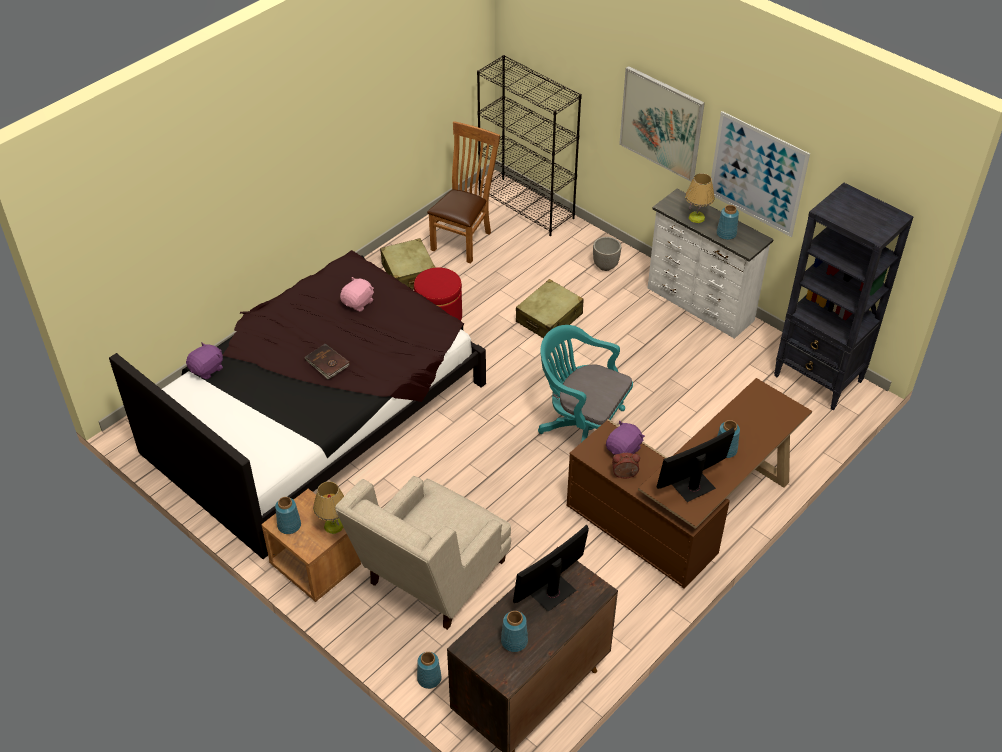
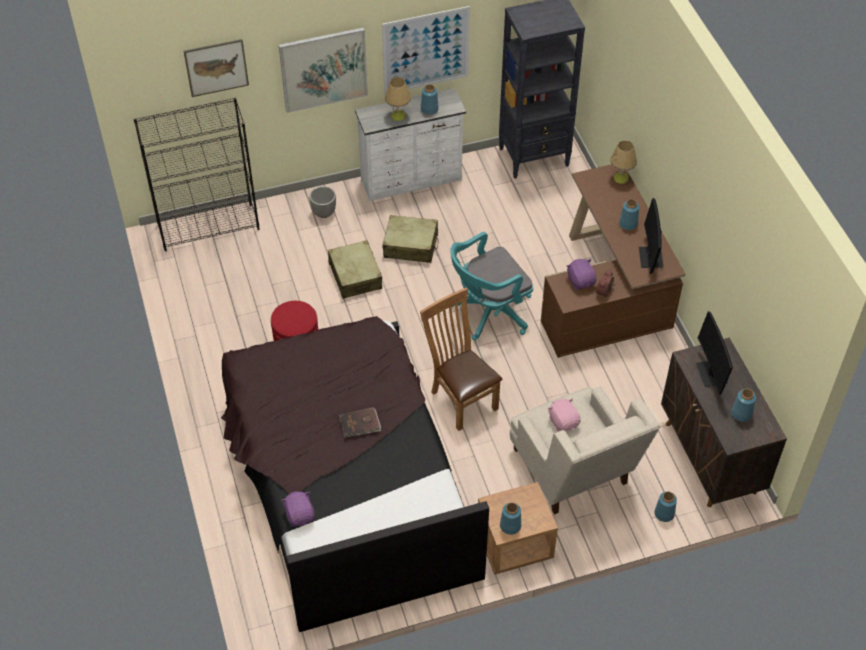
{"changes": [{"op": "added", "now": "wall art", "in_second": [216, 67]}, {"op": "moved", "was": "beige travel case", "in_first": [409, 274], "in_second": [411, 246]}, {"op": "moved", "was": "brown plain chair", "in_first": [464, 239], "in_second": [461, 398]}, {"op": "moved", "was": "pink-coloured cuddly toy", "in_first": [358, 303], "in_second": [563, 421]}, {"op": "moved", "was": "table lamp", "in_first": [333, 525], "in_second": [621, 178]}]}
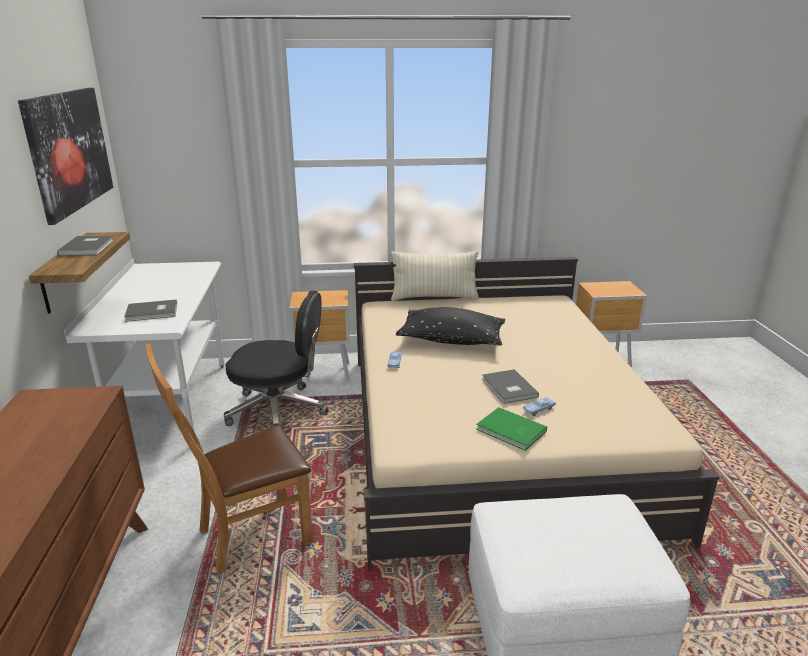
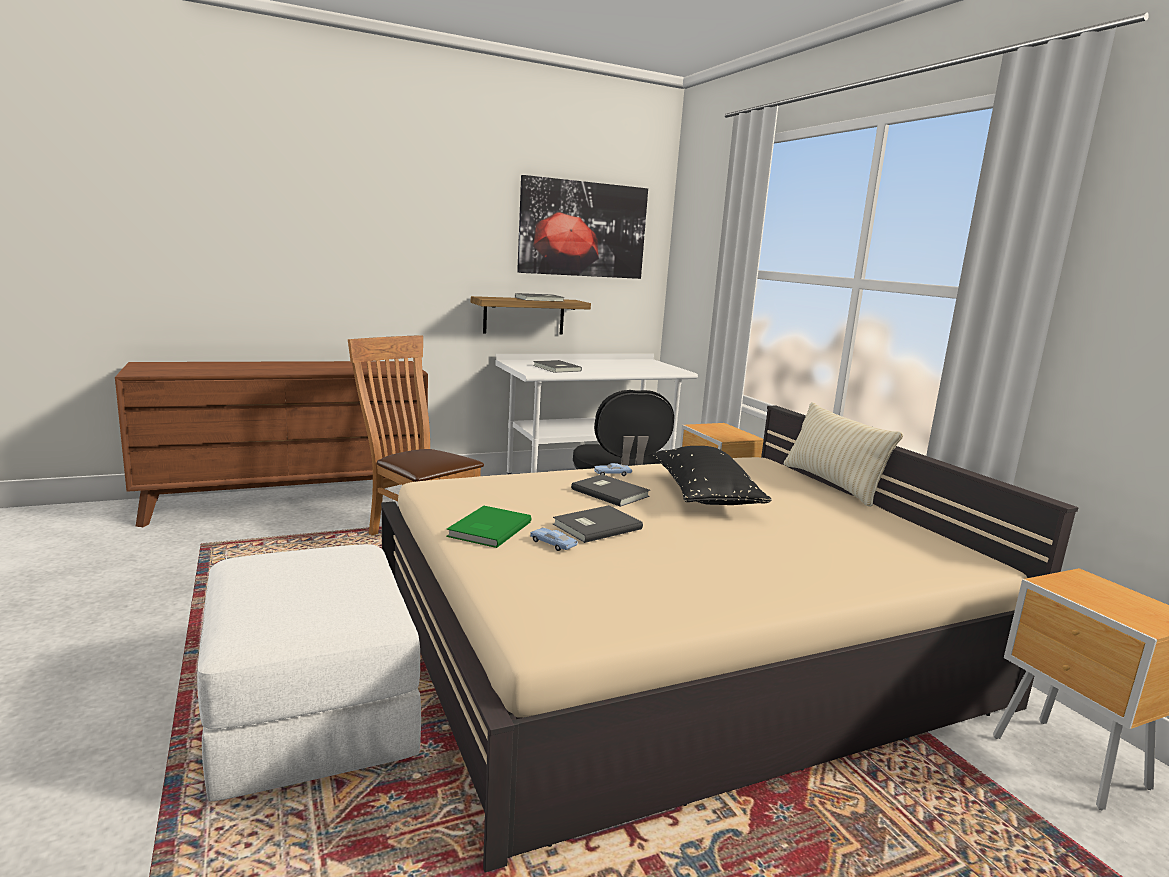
{"changes": [{"op": "added", "now": "gray volume", "in_second": [610, 492]}]}
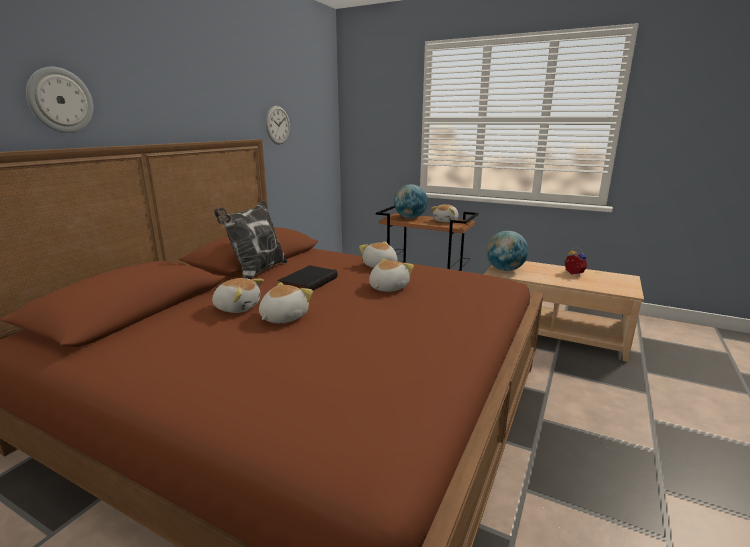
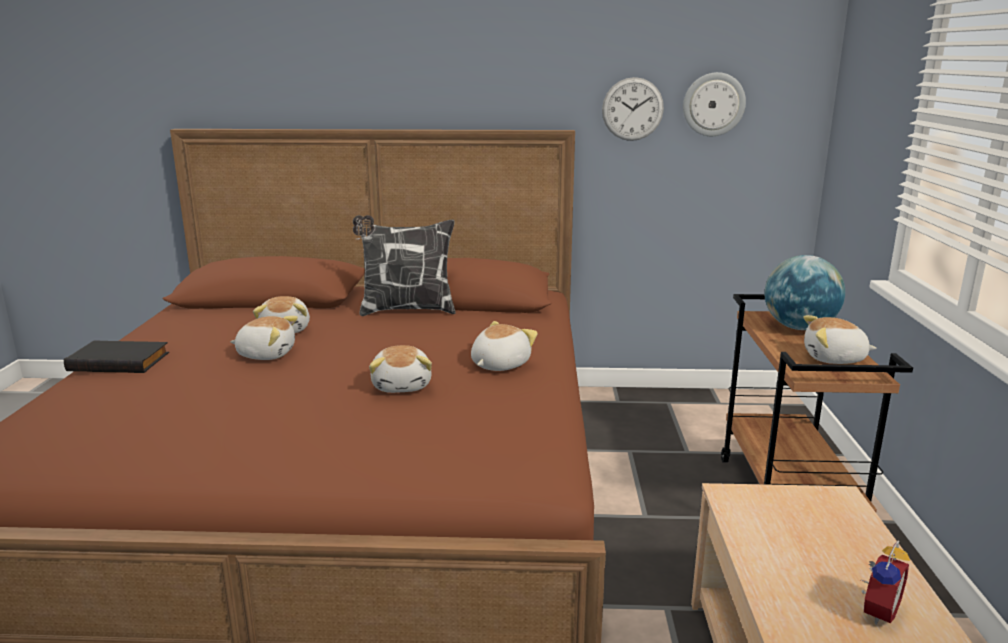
{"changes": [{"op": "moved", "was": "blackish volume", "in_first": [307, 282], "in_second": [120, 361]}, {"op": "turned", "was": "cuddly toy", "in_first": [387, 288], "in_second": [403, 385], "clockwise": 75}, {"op": "moved", "was": "wall clock", "in_first": [60, 100], "in_second": [713, 104]}, {"op": "removed", "was": "globe", "in_first": [504, 270]}]}
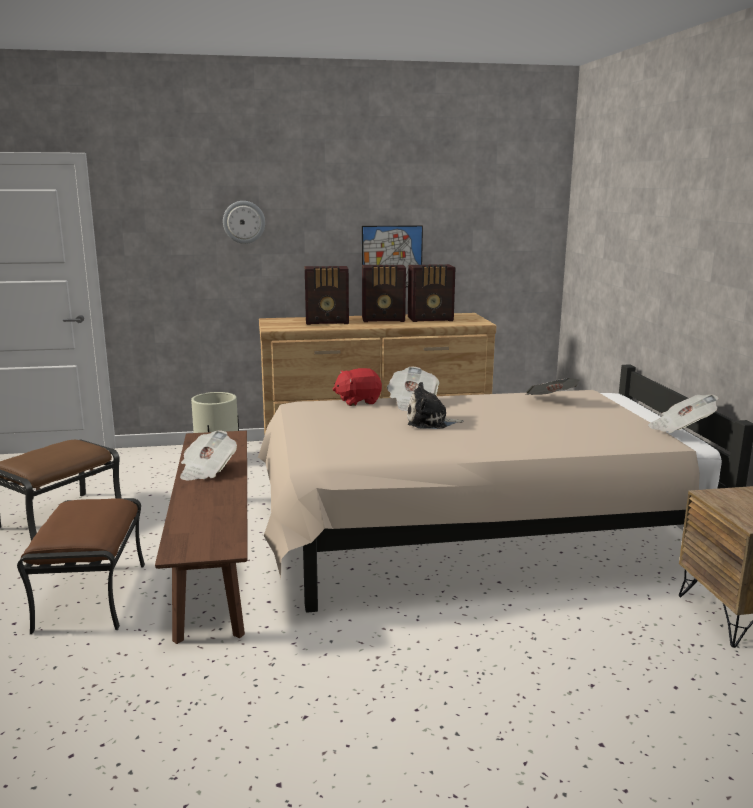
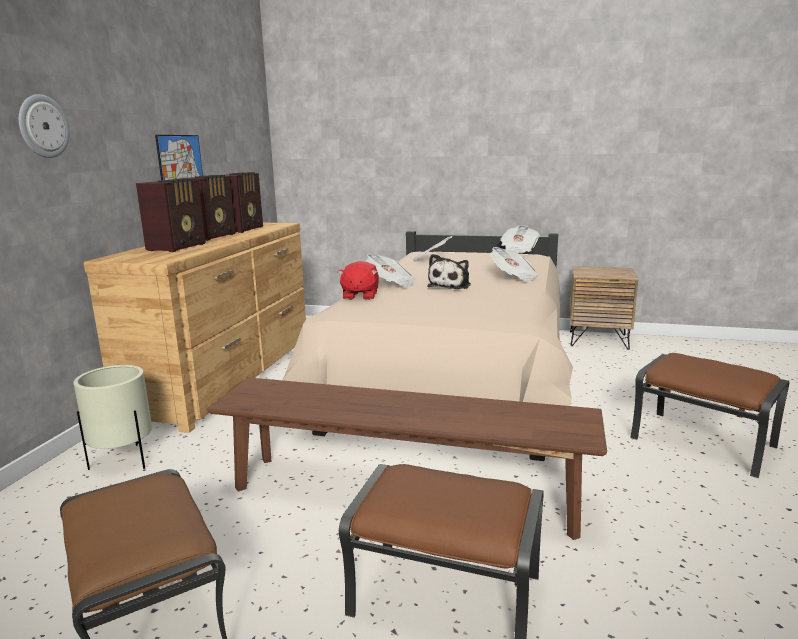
{"changes": [{"op": "moved", "was": "daily paper", "in_first": [207, 471], "in_second": [514, 277]}, {"op": "added", "now": "brown ottoman", "in_second": [703, 442]}]}
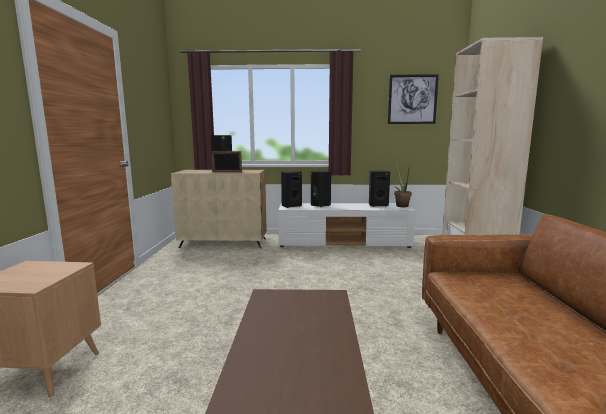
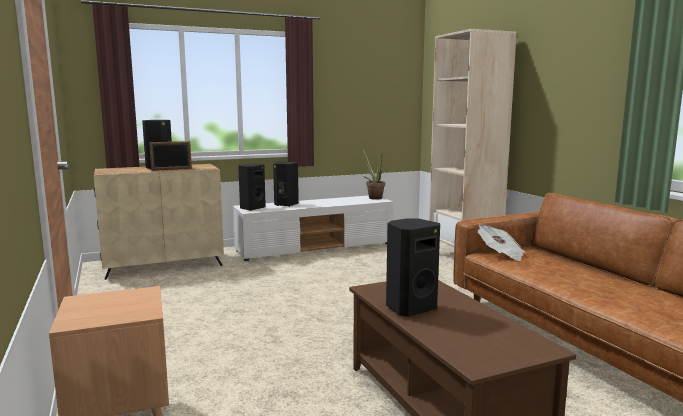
{"changes": [{"op": "moved", "was": "blackish loudspeaker", "in_first": [377, 205], "in_second": [410, 308]}, {"op": "added", "now": "daily paper", "in_second": [500, 254]}, {"op": "removed", "was": "wall art", "in_first": [412, 99]}]}
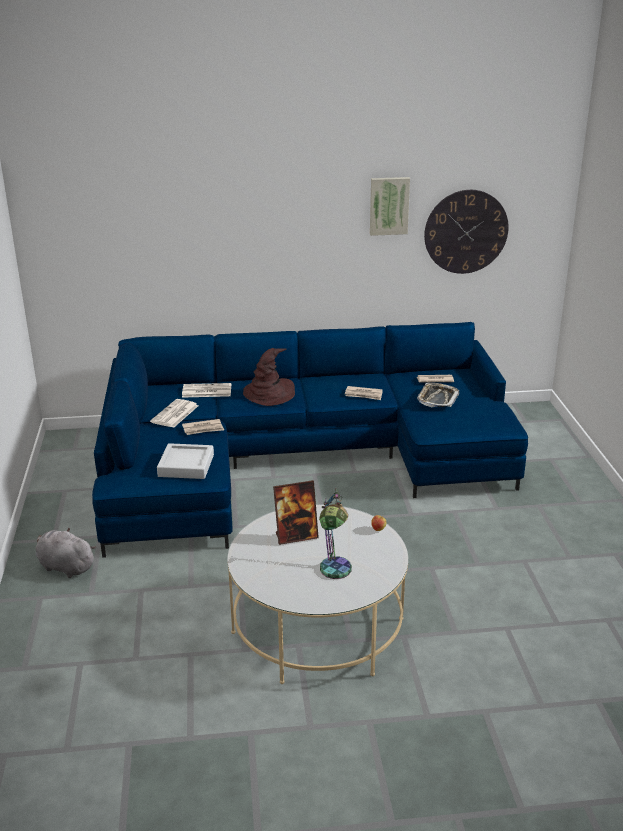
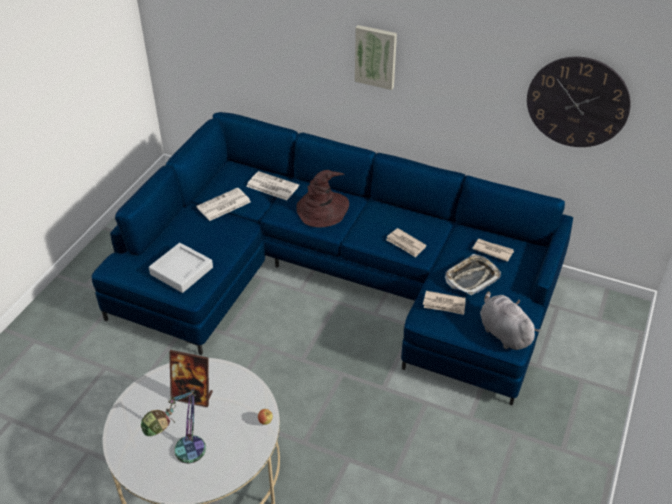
{"changes": [{"op": "moved", "was": "wall art", "in_first": [389, 205], "in_second": [376, 56]}, {"op": "moved", "was": "daily paper", "in_first": [203, 429], "in_second": [444, 304]}, {"op": "moved", "was": "gray cuddly toy", "in_first": [65, 567], "in_second": [503, 333]}]}
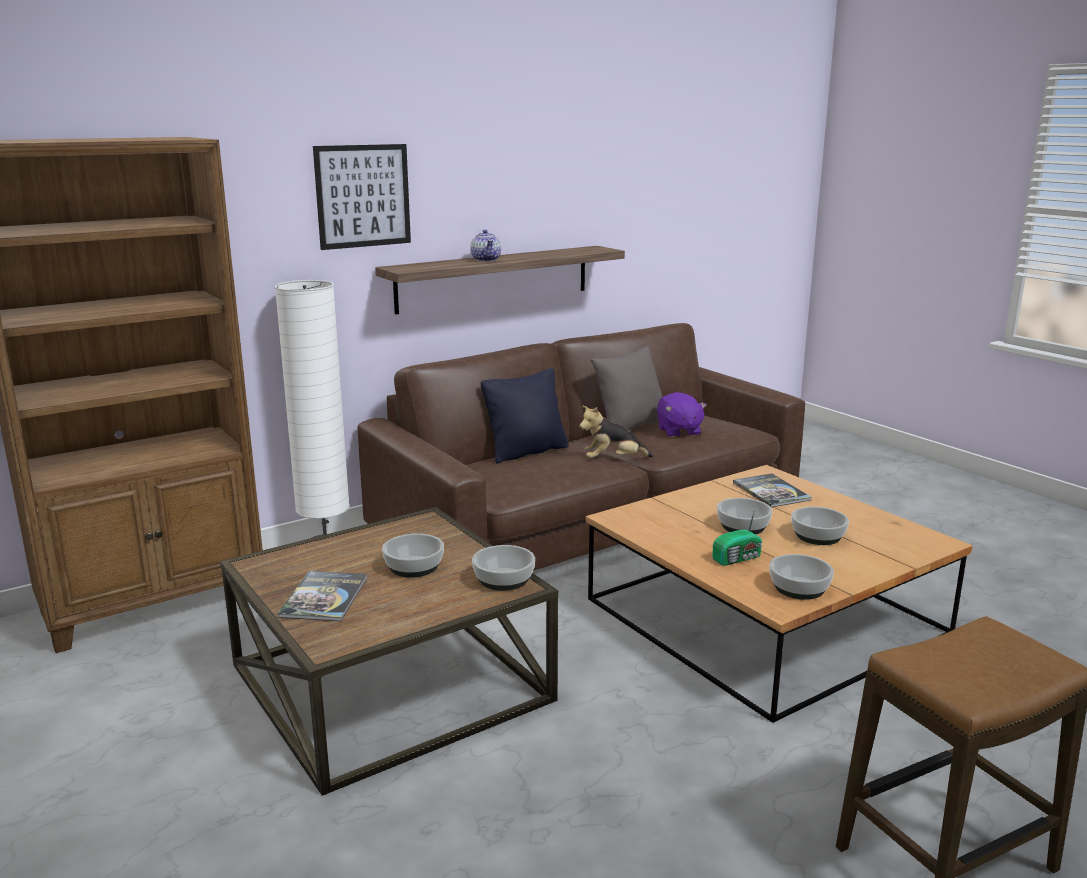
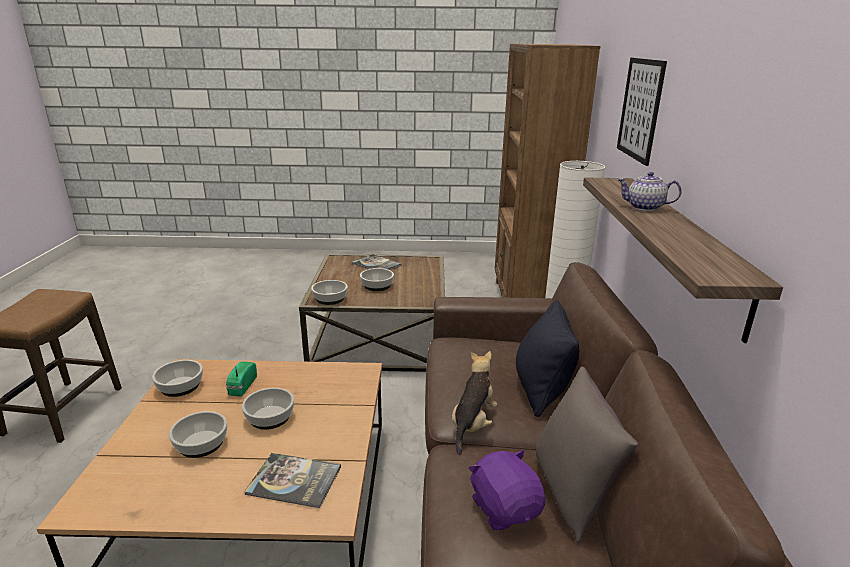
{"changes": [{"op": "turned", "was": "purple cuddly toy", "in_first": [678, 431], "in_second": [505, 508], "clockwise": 45}]}
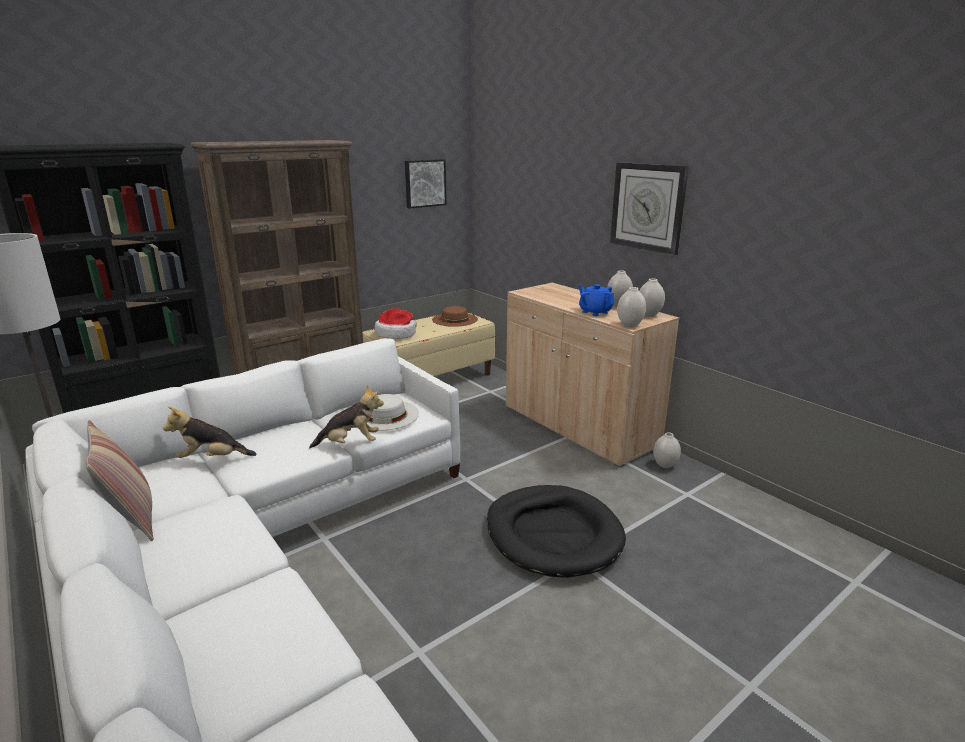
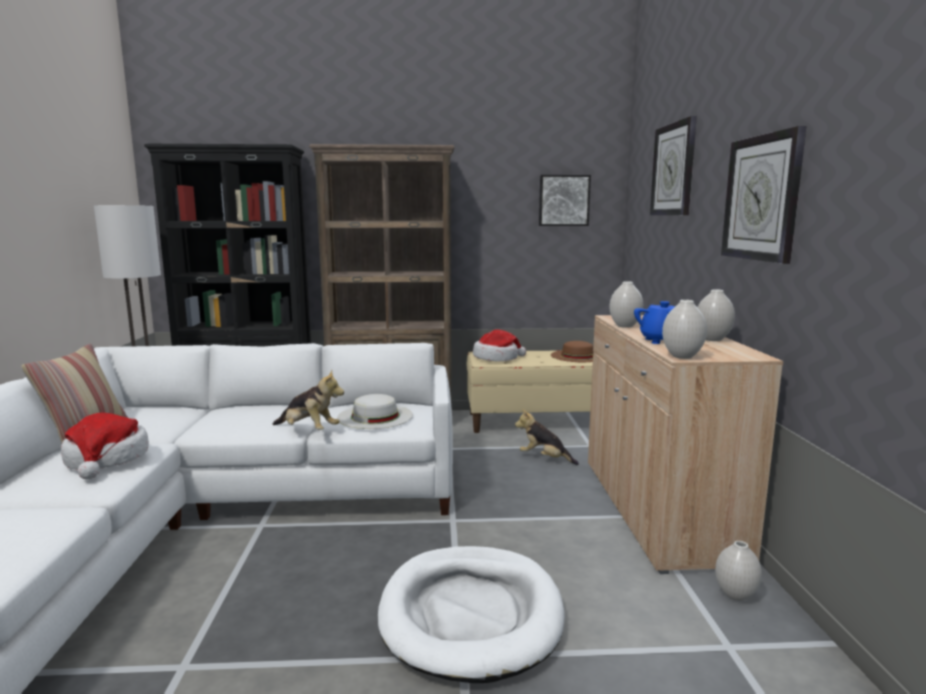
{"changes": [{"op": "added", "now": "wearable hat", "in_second": [107, 459]}, {"op": "recoloured", "was": "blackish dog cushion", "now": "whitish dog cushion", "in_first": [553, 534], "in_second": [471, 615]}, {"op": "moved", "was": "cuddly toy", "in_first": [212, 458], "in_second": [544, 458]}, {"op": "moved", "was": "whitish vase", "in_first": [648, 315], "in_second": [624, 326]}, {"op": "added", "now": "wall clock", "in_second": [673, 170]}]}
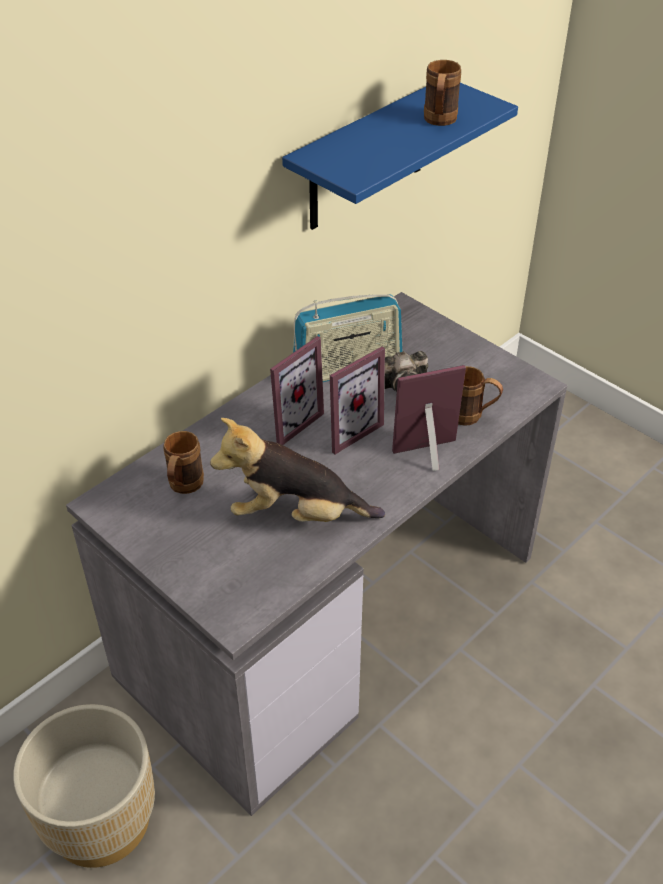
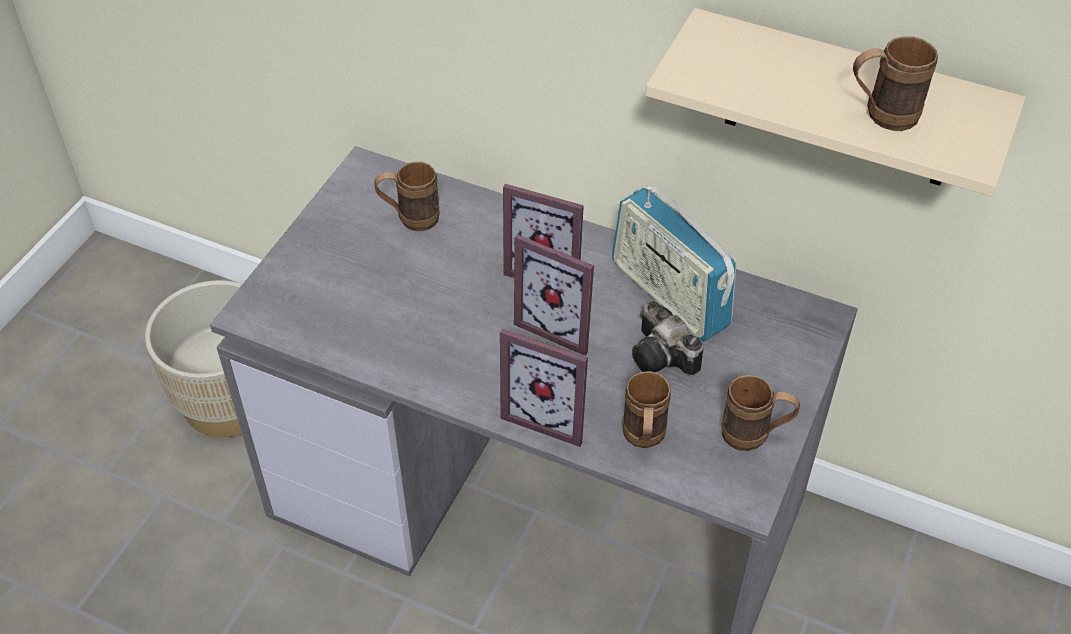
{"changes": [{"op": "turned", "was": "picture frame", "in_first": [430, 457], "in_second": [549, 414], "clockwise": 150}, {"op": "recoloured", "was": "bluish shelf", "now": "beige shelf", "in_first": [367, 157], "in_second": [842, 102]}, {"op": "added", "now": "brown mug", "in_second": [755, 436]}, {"op": "removed", "was": "cuddly toy", "in_first": [296, 514]}]}
